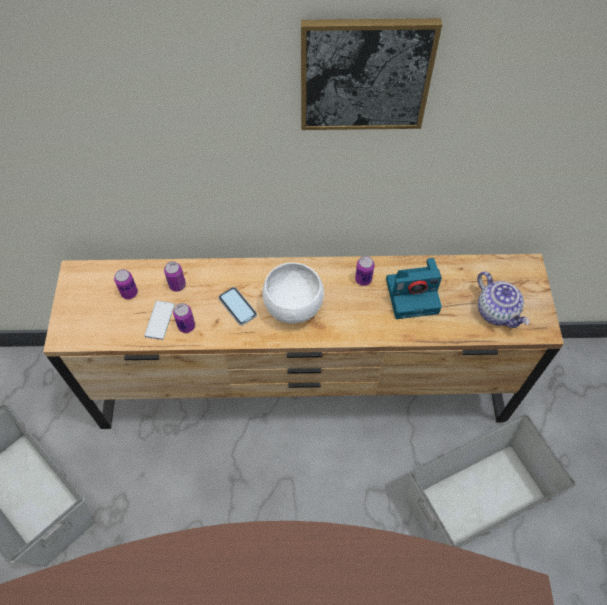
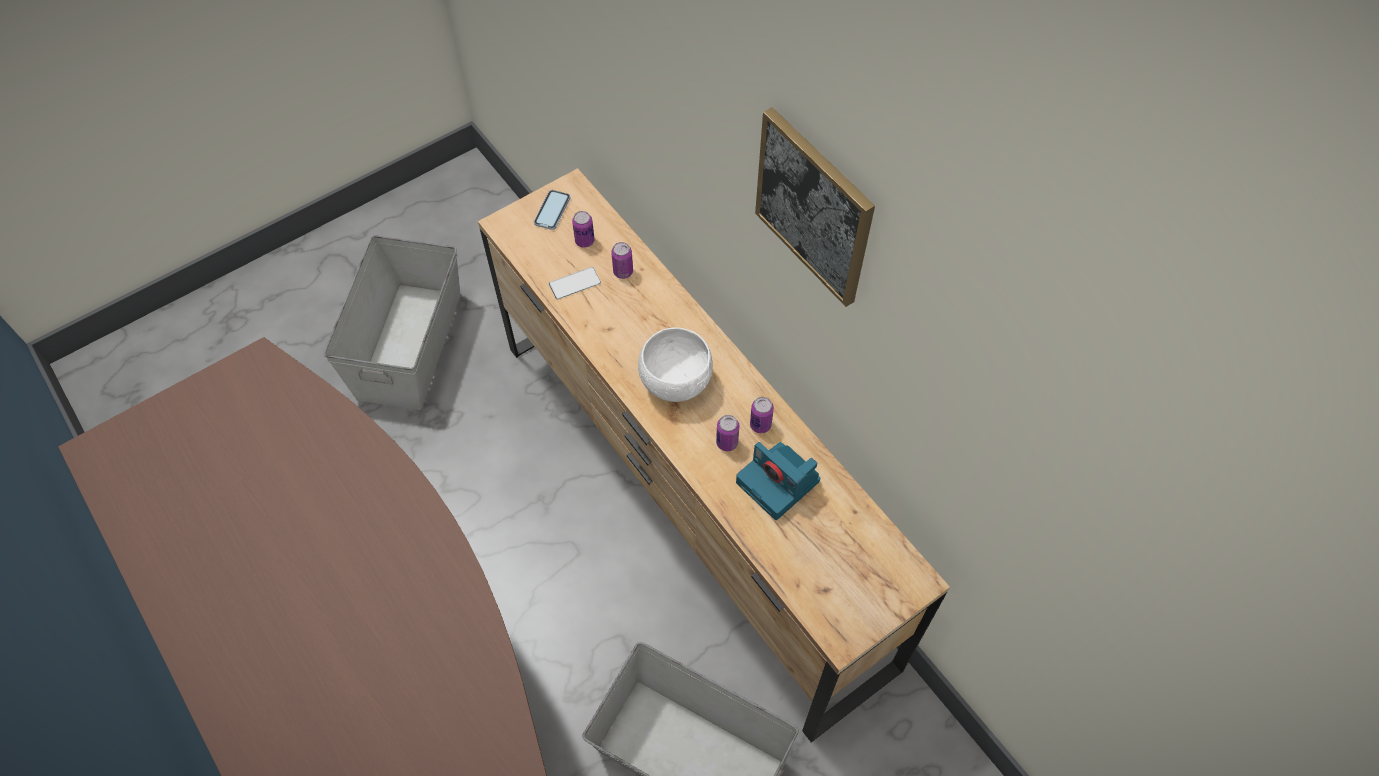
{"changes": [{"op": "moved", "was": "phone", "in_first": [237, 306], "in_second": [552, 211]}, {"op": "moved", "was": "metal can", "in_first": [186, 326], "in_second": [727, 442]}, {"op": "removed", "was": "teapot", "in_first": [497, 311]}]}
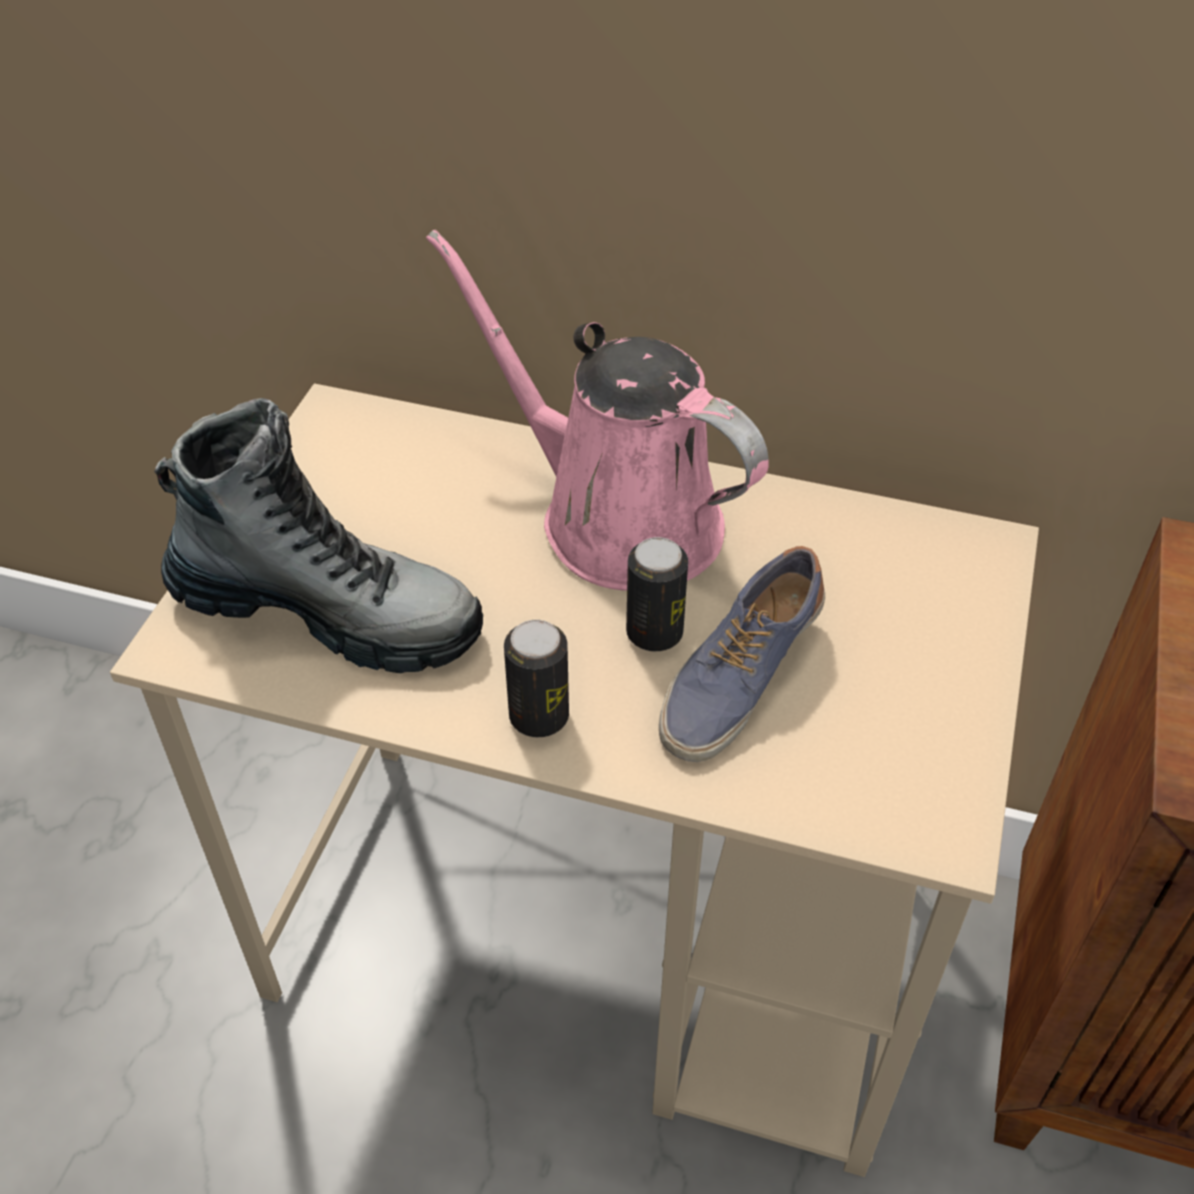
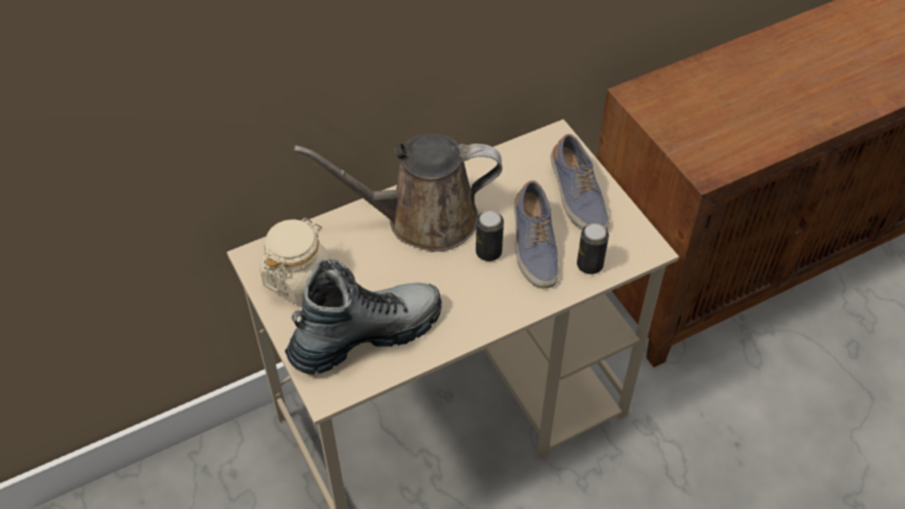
{"changes": [{"op": "added", "now": "beige preserve jar", "in_second": [298, 279]}, {"op": "recoloured", "was": "pink-coloured watering pot", "now": "brown watering pot", "in_first": [616, 517], "in_second": [422, 219]}, {"op": "added", "now": "item of footwear", "in_second": [576, 197]}, {"op": "moved", "was": "metal can", "in_first": [539, 716], "in_second": [589, 265]}]}
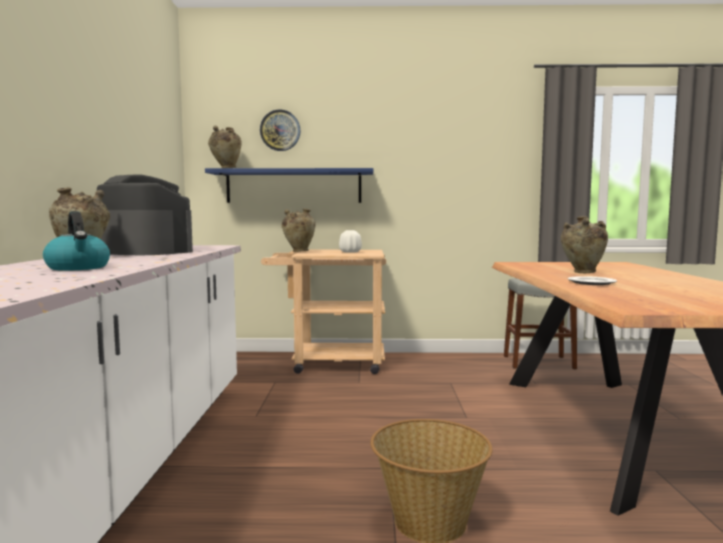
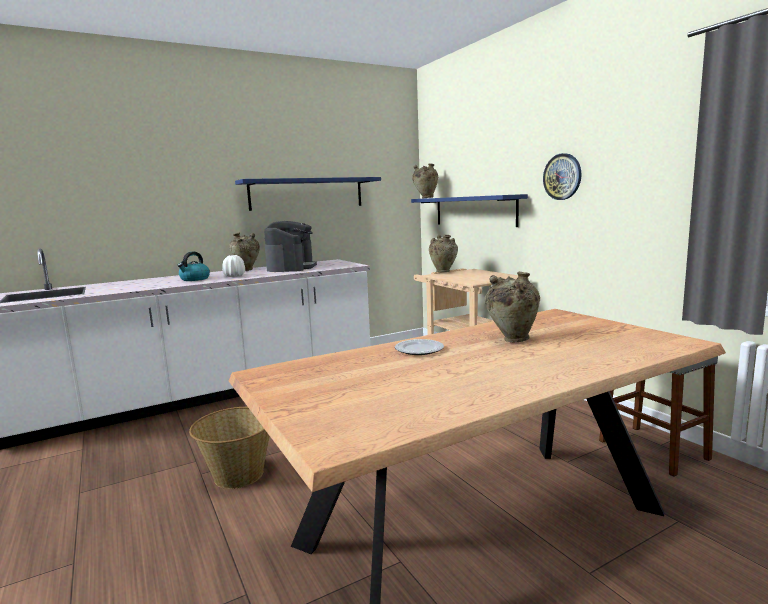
{"changes": [{"op": "moved", "was": "whitish vase", "in_first": [350, 252], "in_second": [234, 276]}, {"op": "added", "now": "bluish shelf", "in_second": [307, 193]}, {"op": "moved", "was": "wall clock", "in_first": [280, 130], "in_second": [562, 176]}]}
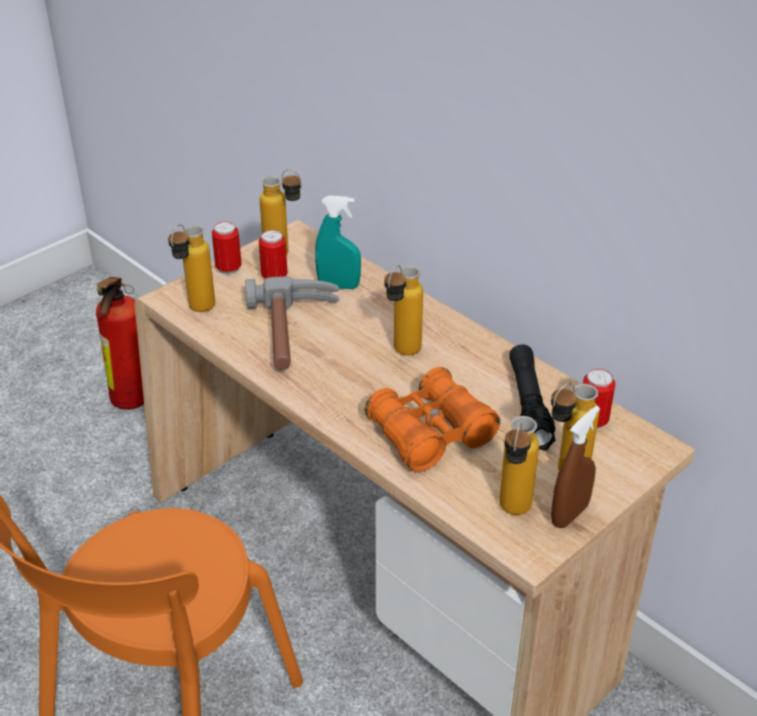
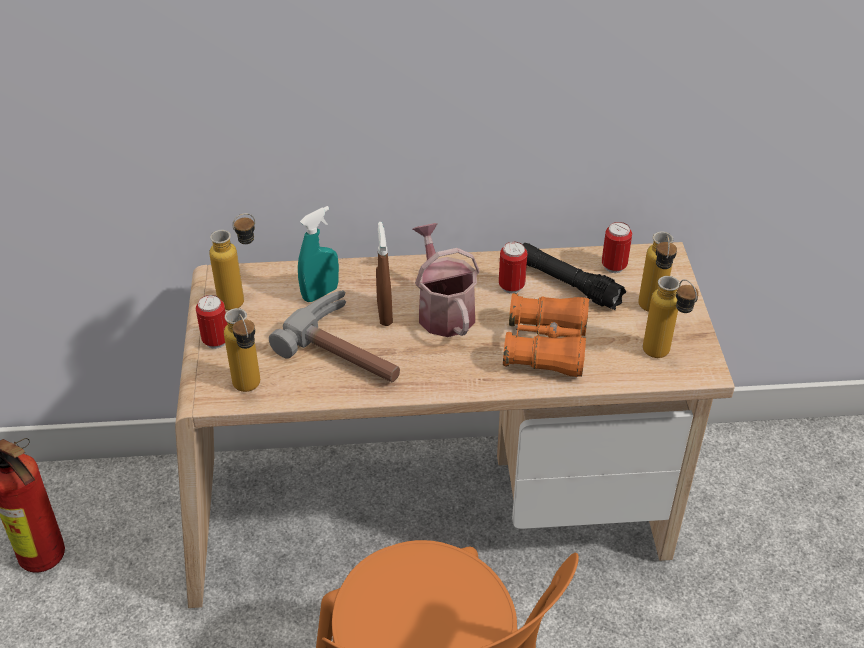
{"changes": [{"op": "moved", "was": "brown hand sprayer", "in_first": [569, 514], "in_second": [384, 313]}, {"op": "replaced", "was": "drink bottle", "now": "watering pot", "in_first": [401, 354], "in_second": [443, 310]}, {"op": "moved", "was": "metal can", "in_first": [274, 277], "in_second": [511, 286]}]}
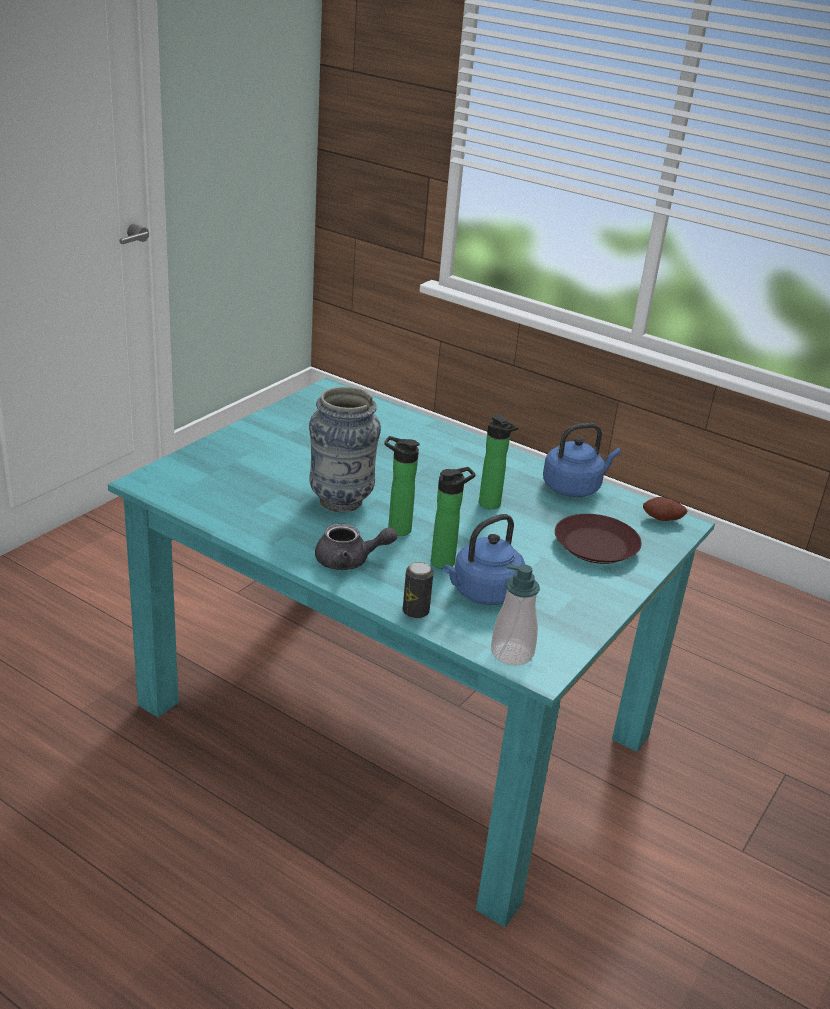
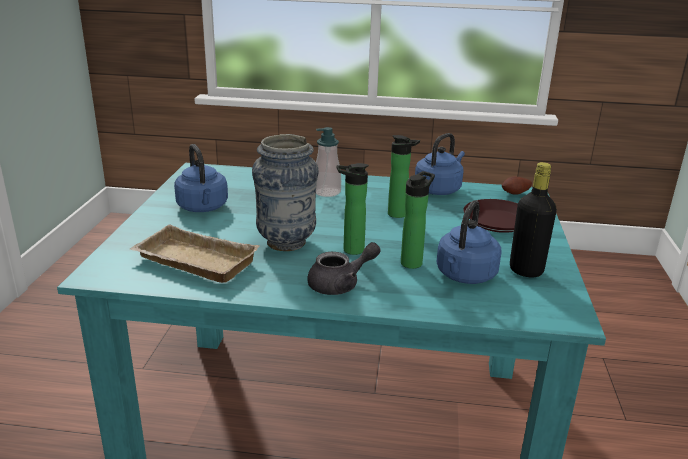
{"changes": [{"op": "added", "now": "beige tray", "in_second": [192, 262]}, {"op": "added", "now": "bluish water kettle", "in_second": [203, 208]}, {"op": "moved", "was": "soap dispenser", "in_first": [512, 653], "in_second": [327, 192]}, {"op": "added", "now": "blackish drink bottle", "in_second": [526, 270]}, {"op": "removed", "was": "metal can", "in_first": [415, 612]}]}
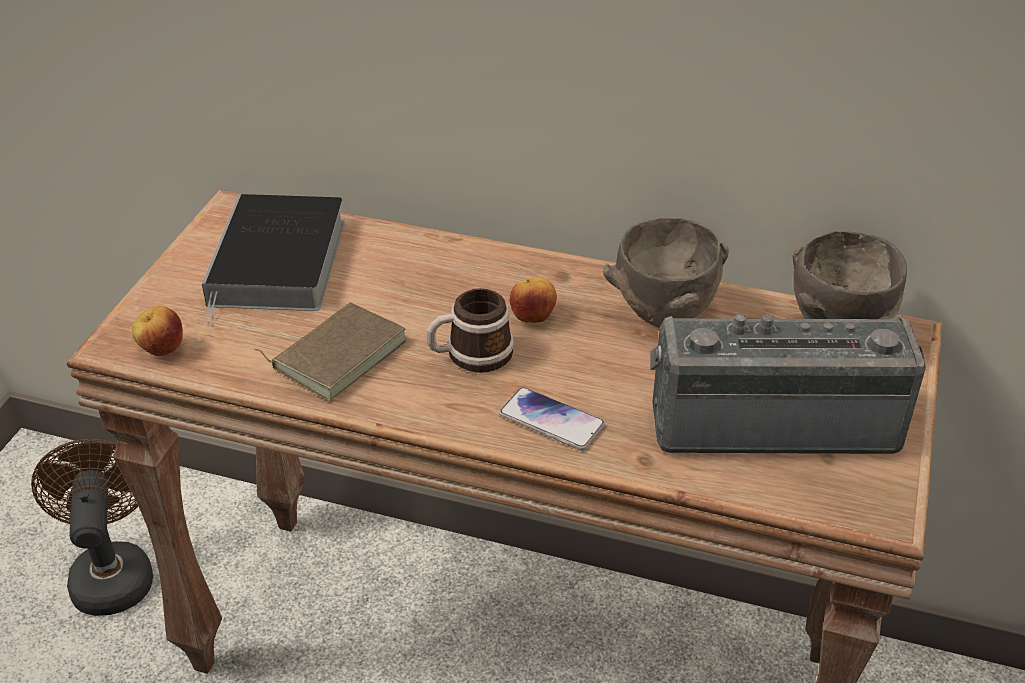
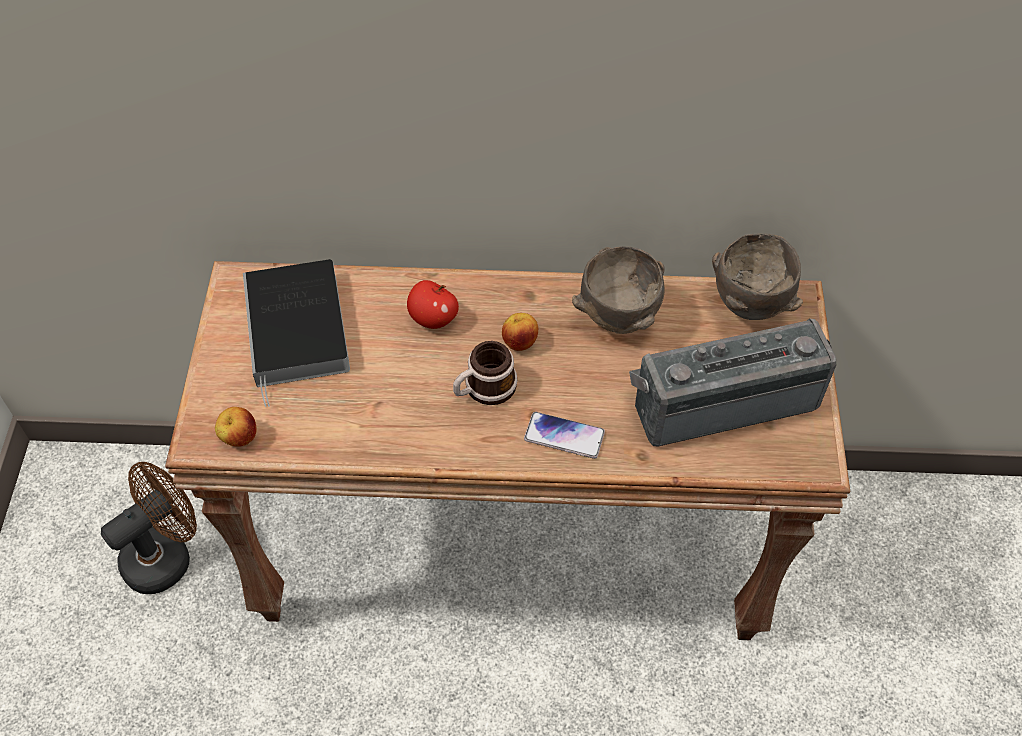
{"changes": [{"op": "turned", "was": "brown fan", "in_first": [111, 572], "in_second": [166, 555], "clockwise": 75}, {"op": "added", "now": "apple", "in_second": [433, 319]}, {"op": "removed", "was": "brown volume", "in_first": [337, 354]}]}
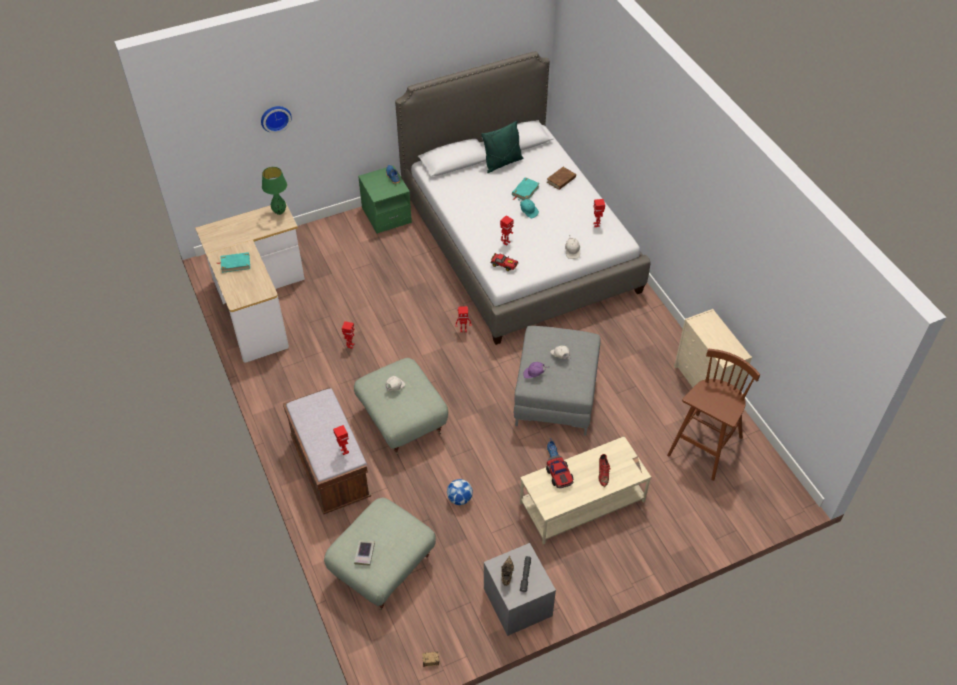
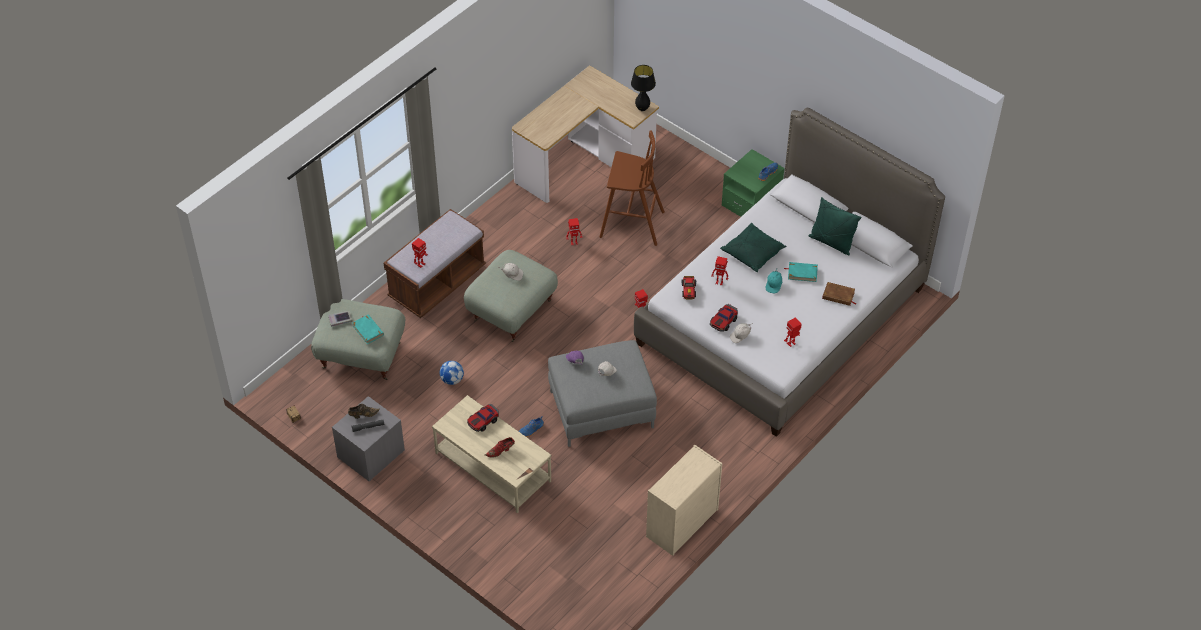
{"changes": [{"op": "moved", "was": "turquoise-coloured volume", "in_first": [235, 263], "in_second": [368, 330]}, {"op": "moved", "was": "brown stool seat", "in_first": [704, 447], "in_second": [630, 224]}, {"op": "recoloured", "was": "green-coloured table lamp", "now": "blackish table lamp", "in_first": [279, 212], "in_second": [642, 109]}, {"op": "added", "now": "model car", "in_second": [723, 321]}, {"op": "added", "now": "green-coloured cushion", "in_second": [752, 253]}, {"op": "removed", "was": "wall clock", "in_first": [275, 117]}]}
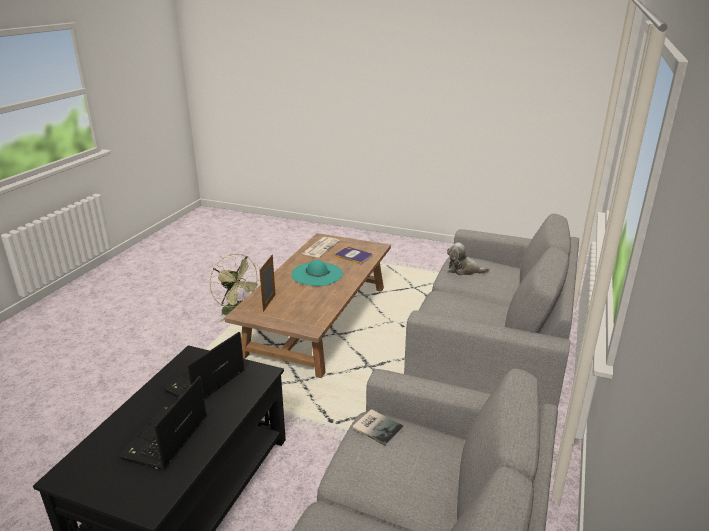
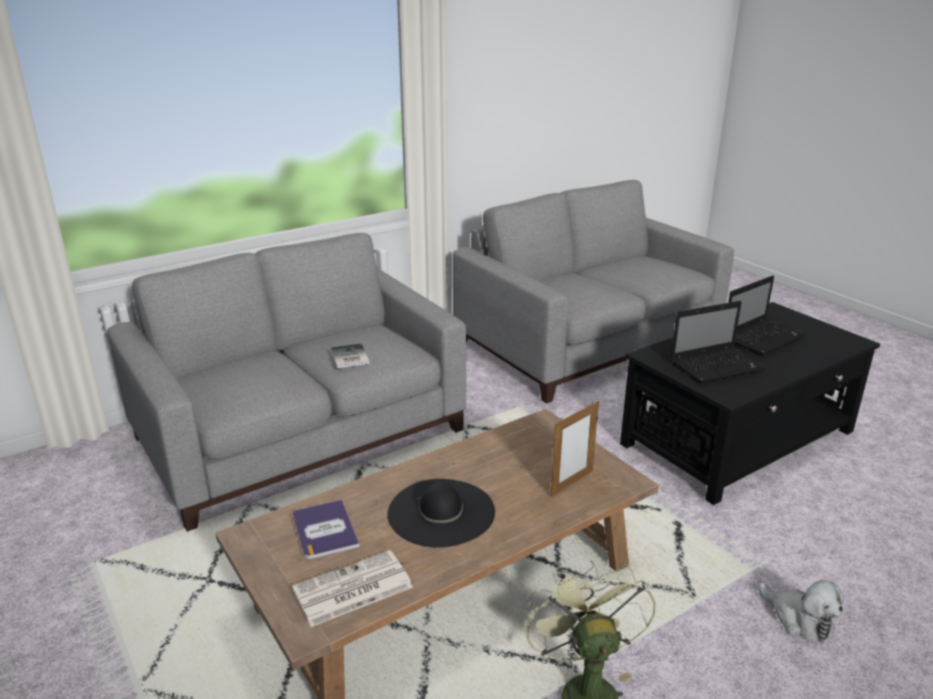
{"changes": [{"op": "moved", "was": "volume", "in_first": [377, 426], "in_second": [348, 357]}, {"op": "recoloured", "was": "turquoise-coloured wearable hat", "now": "blackish wearable hat", "in_first": [317, 274], "in_second": [441, 512]}, {"op": "moved", "was": "cuddly toy", "in_first": [464, 270], "in_second": [799, 619]}]}
